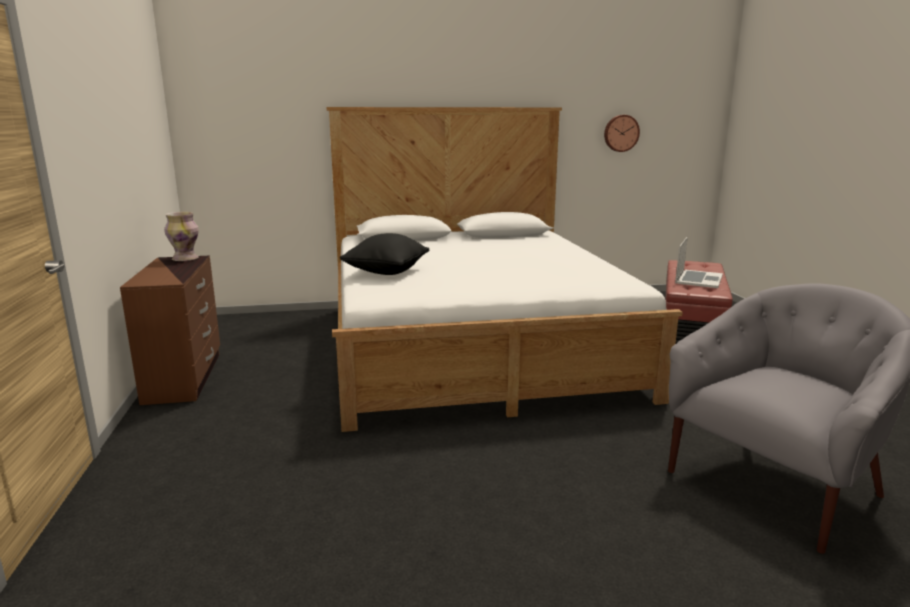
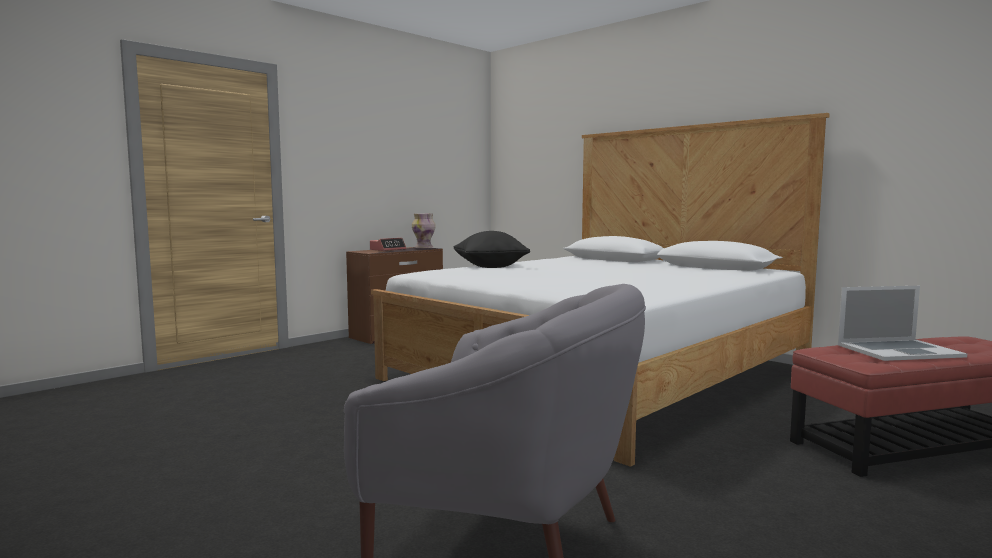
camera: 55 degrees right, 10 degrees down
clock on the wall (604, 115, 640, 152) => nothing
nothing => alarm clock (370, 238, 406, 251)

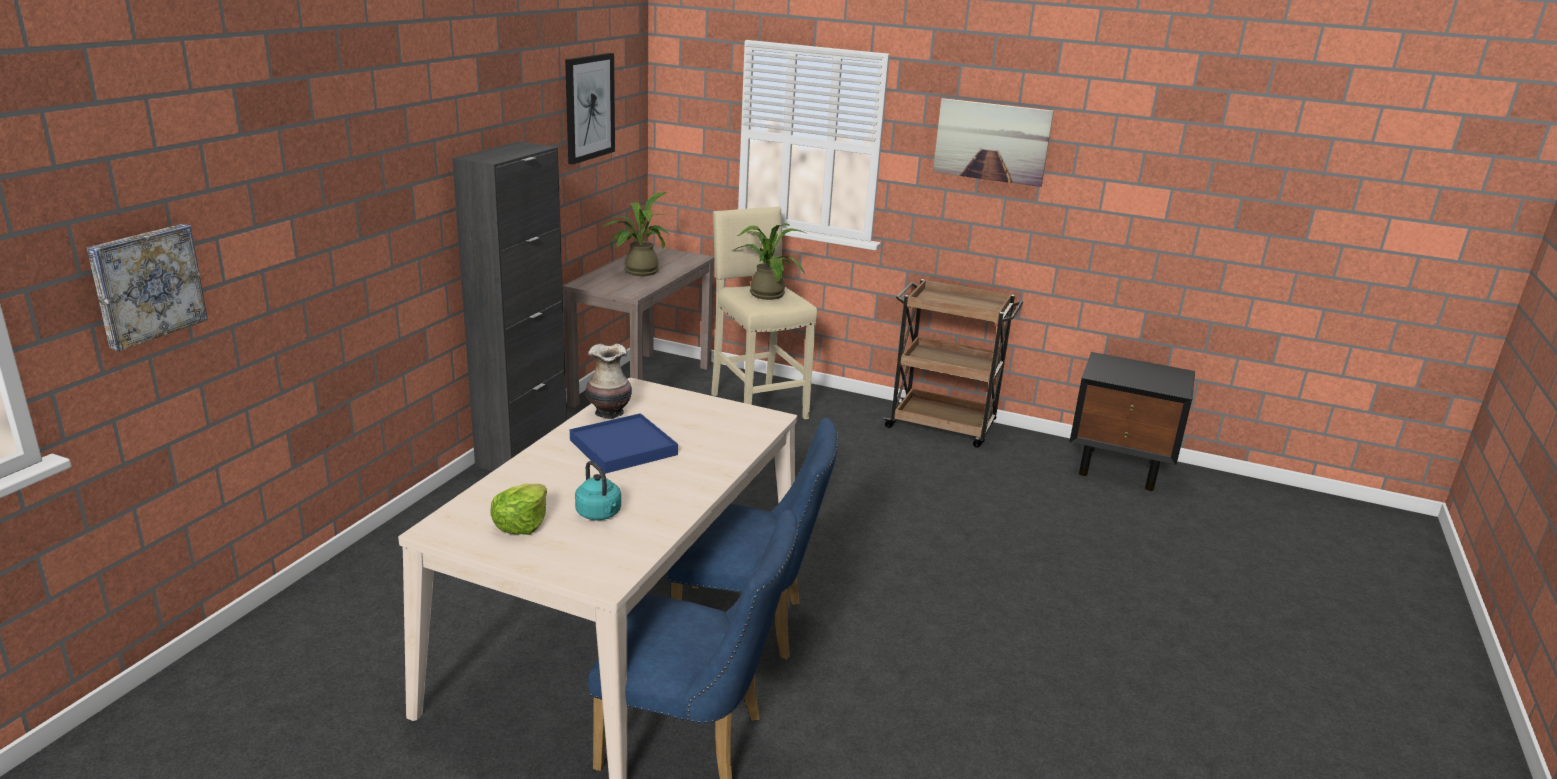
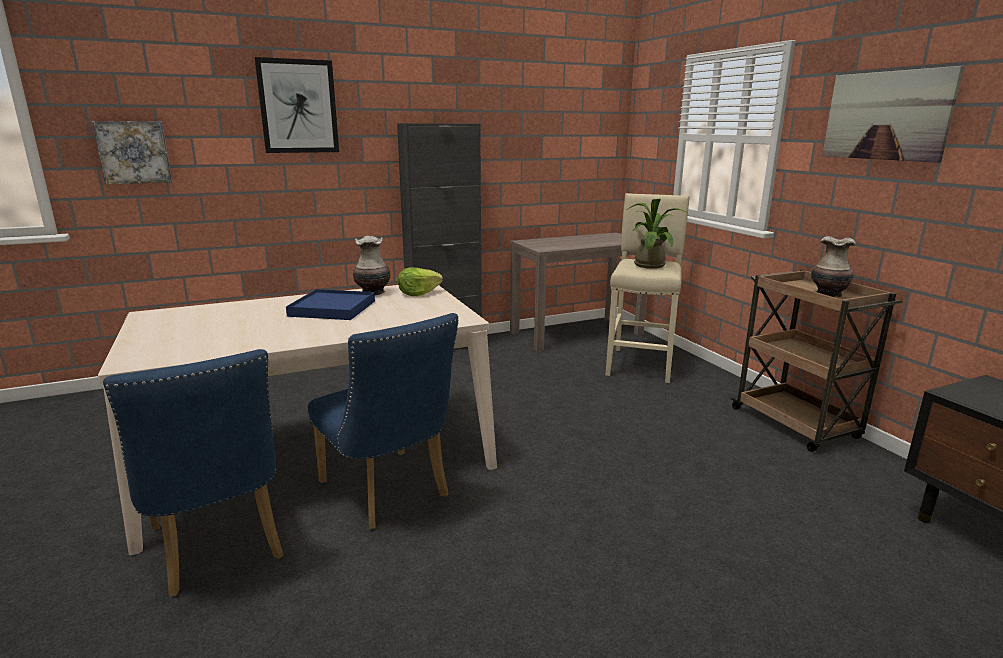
camera: 45 degrees right, 5 degrees down
picture (565, 53, 615, 165) => picture (255, 57, 339, 153), moved
plant in a pot (601, 192, 669, 276) => nothing
turquoise tea kettle (575, 461, 621, 520) => nothing
lettuce (490, 484, 547, 535) => lettuce (398, 268, 443, 296), moved
nothing => decorative vase (811, 236, 856, 297)

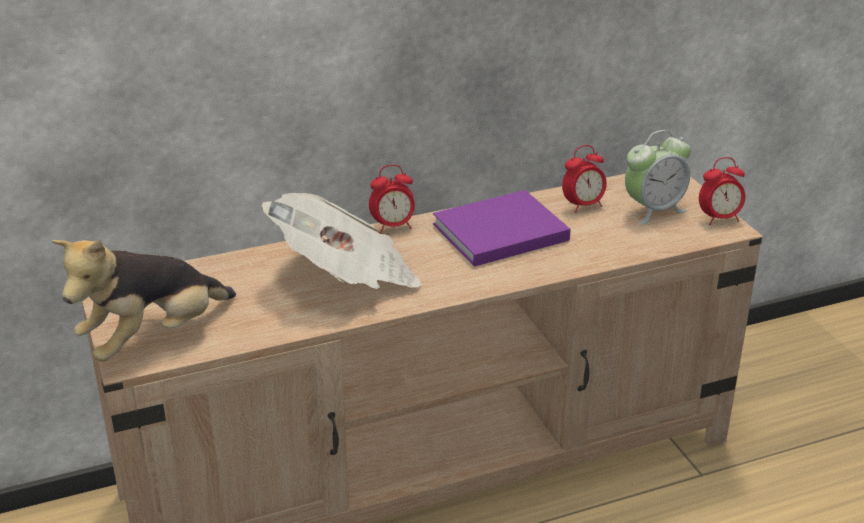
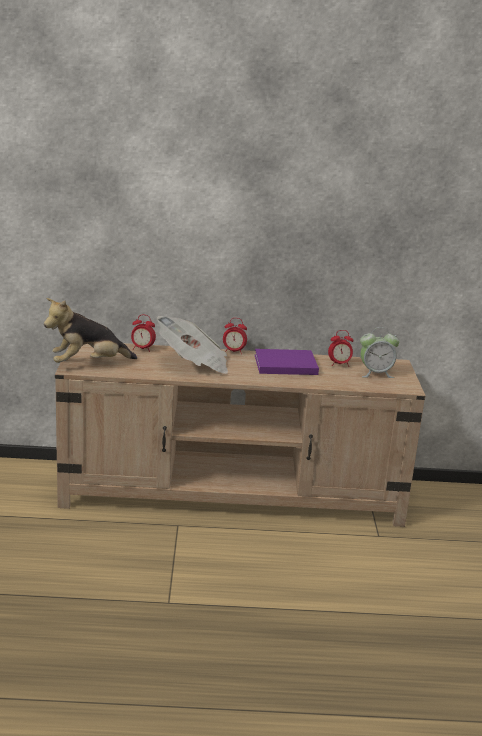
camera: 20 degrees right, 10 degrees down
alarm clock (699, 157, 745, 225) => alarm clock (131, 315, 156, 352), moved

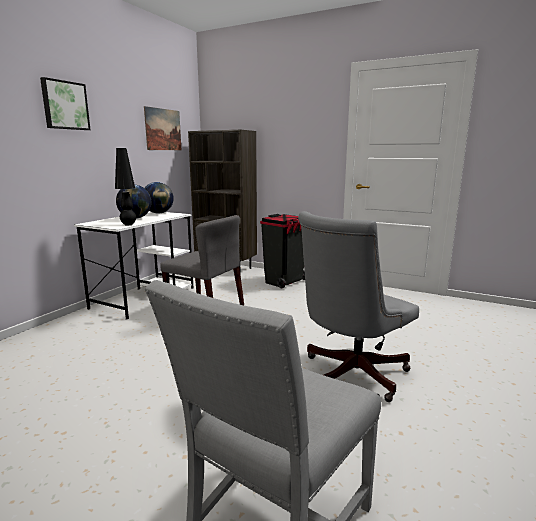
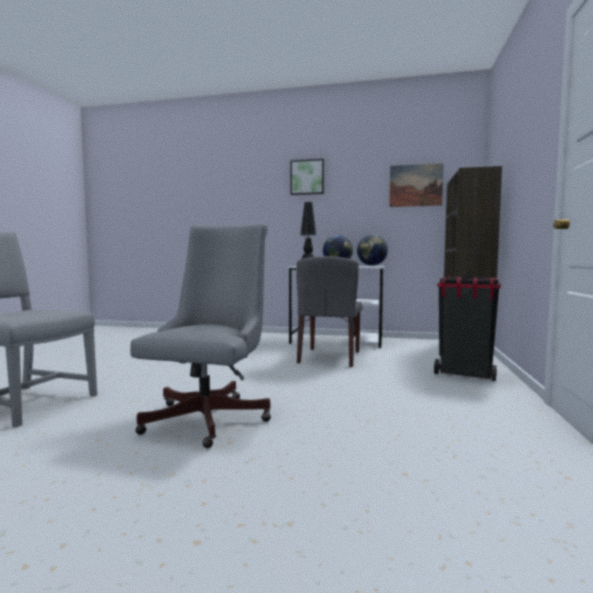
camera: 75 degrees right, 10 degrees down
greyish computer chair (298, 211, 419, 402) => greyish computer chair (130, 224, 271, 448), 75 degrees clockwise

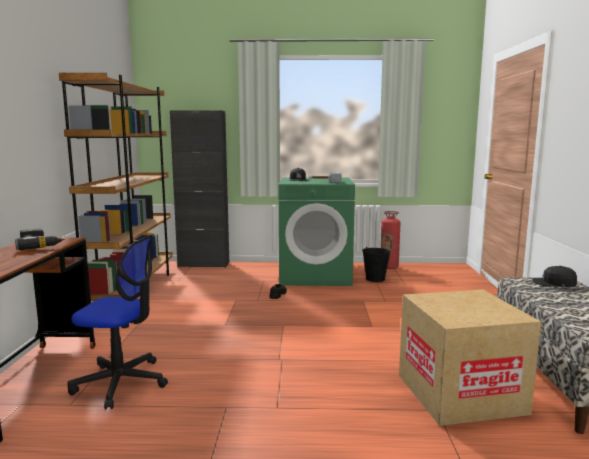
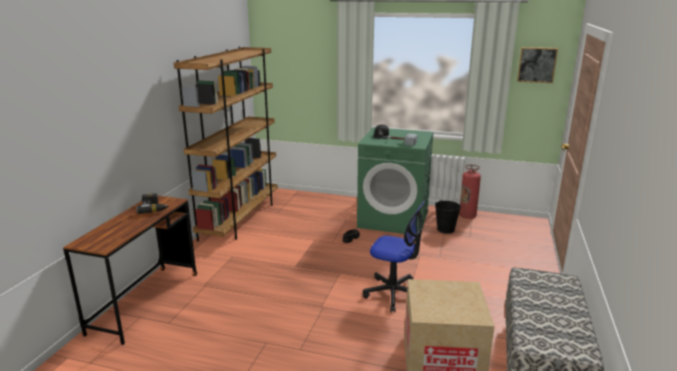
camera: 15 degrees right, 10 degrees up
black-coloured cabinet (170, 110, 229, 268) => nothing
computer chair (67, 234, 168, 409) => computer chair (363, 201, 425, 312), moved
black-coloured peaked cap (532, 266, 577, 287) => nothing
nothing => picture (517, 47, 558, 83)

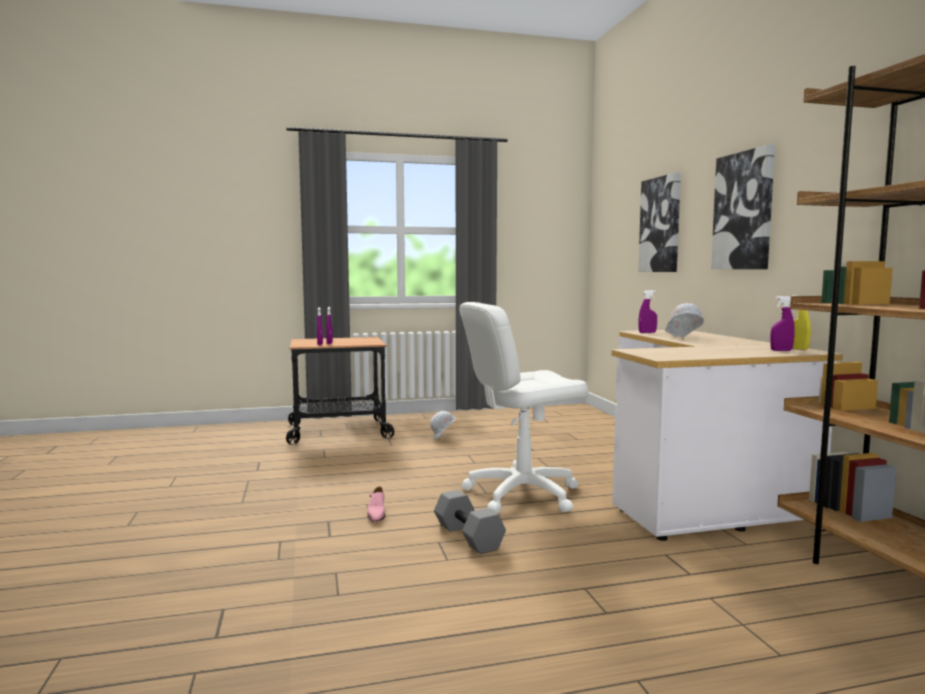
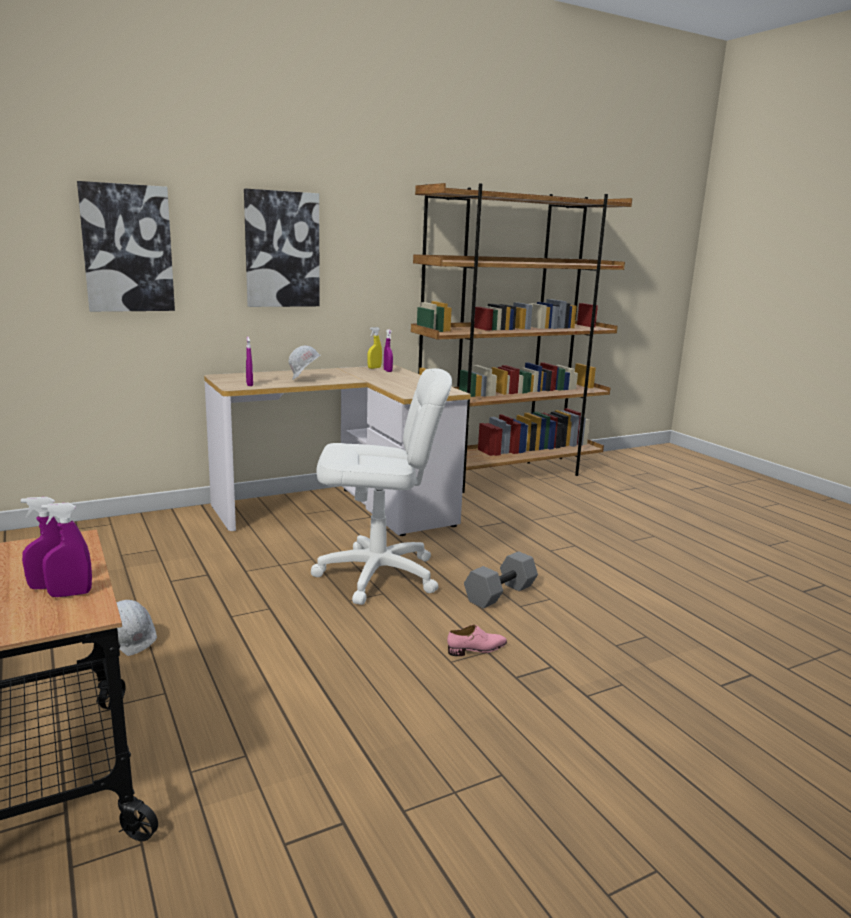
camera: 105 degrees left, 10 degrees up
white-coloured computer chair (459, 302, 588, 514) => white-coloured computer chair (311, 368, 452, 605), 60 degrees counterclockwise

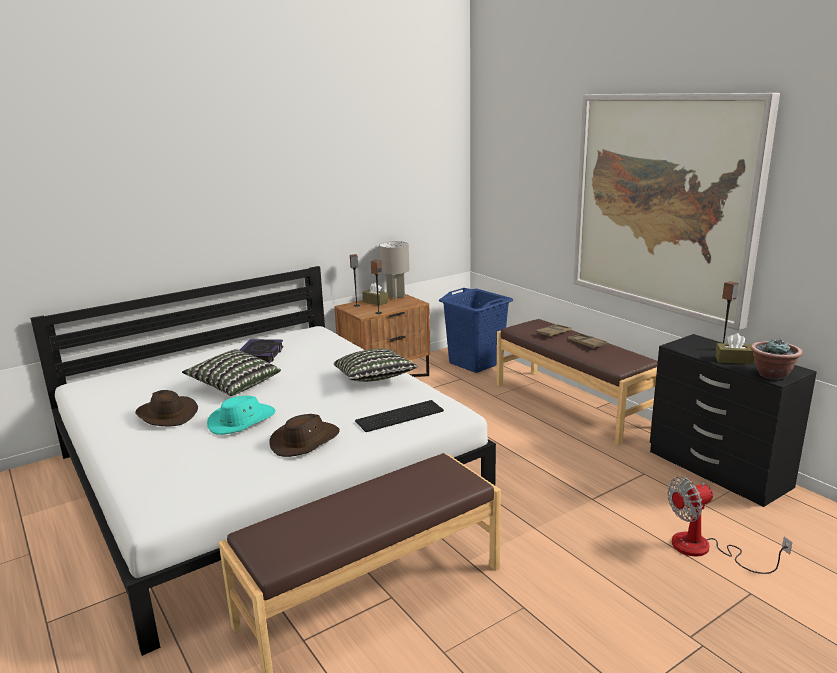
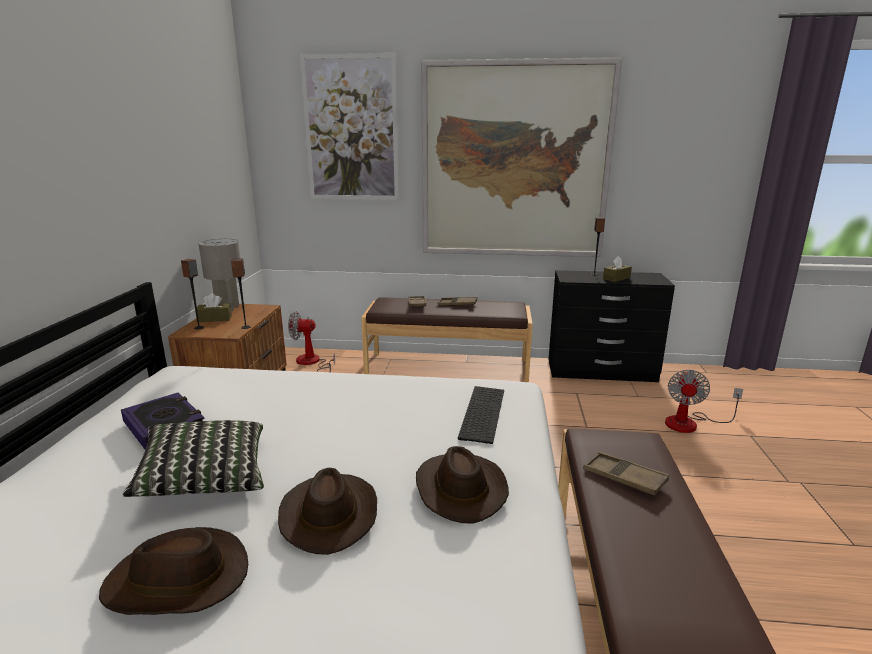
camera: 50 degrees left, 0 degrees up
bluish washing basket (439, 288, 514, 373) => fan (288, 311, 335, 373)
plant in a pot (751, 338, 803, 380) => nothing
pillow (334, 349, 418, 382) => nothing
turquoise clothing hat (207, 396, 276, 435) => brown-coloured clothing hat (278, 468, 377, 555)
nothing => picture (300, 53, 399, 200)
nothing => brown-coloured carrying tray (583, 452, 669, 495)

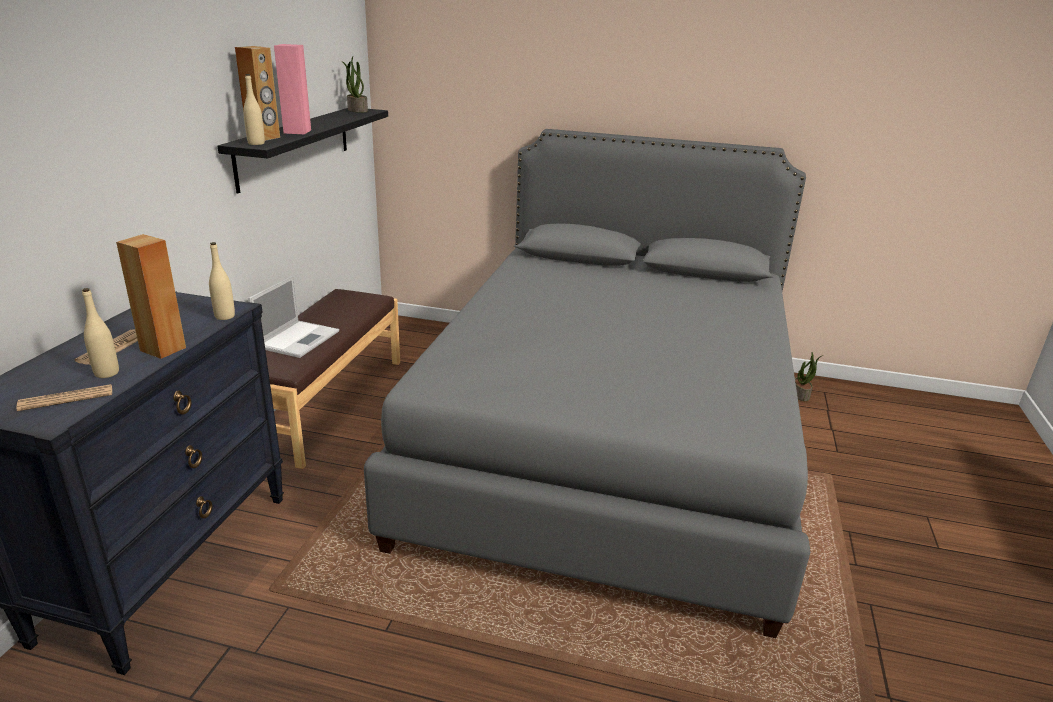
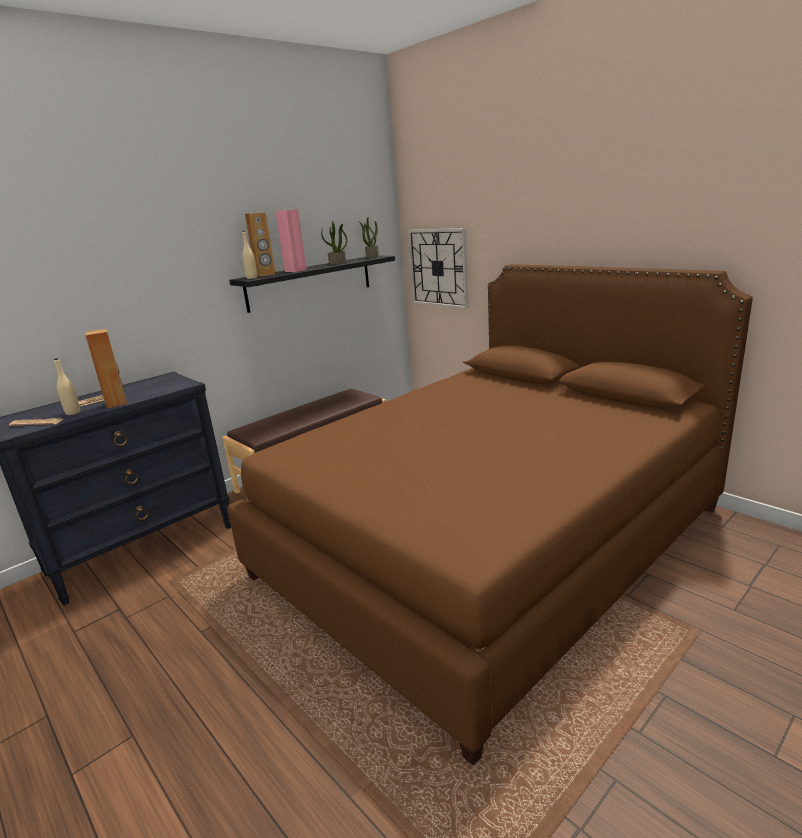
camera: 35 degrees right, 5 degrees down
greyish sleeping bed (364, 129, 811, 638) => brown-coloured sleeping bed (227, 264, 753, 766)
beige-coloured beverage bottle (209, 242, 235, 320) => nothing
notebook computer (248, 276, 339, 358) => nothing
plant in a pot (795, 352, 823, 401) => plant in a pot (321, 221, 347, 265), moved
nothing => clock on the wall (408, 228, 469, 309)

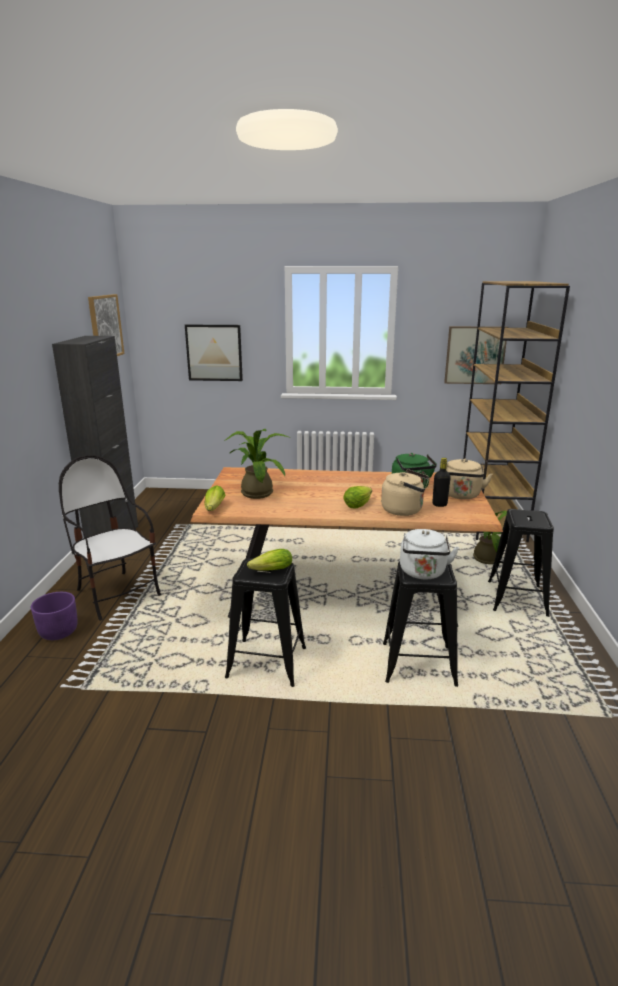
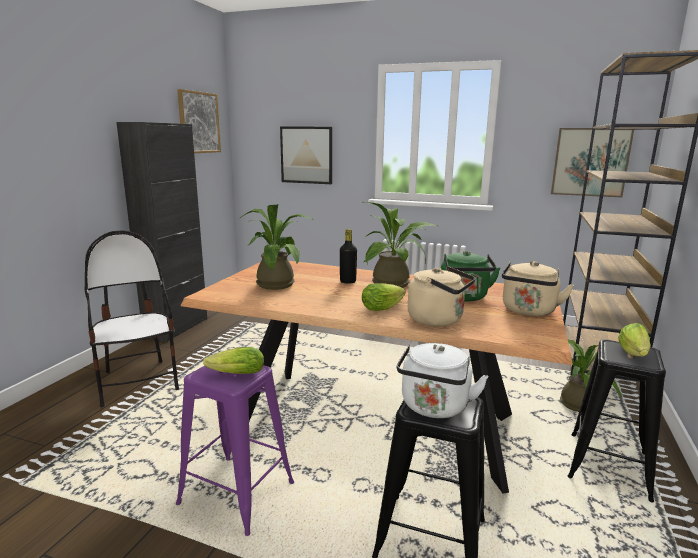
camera: 15 degrees right, 5 degrees down
black-coloured beverage bottle (432, 458, 451, 507) => black-coloured beverage bottle (340, 229, 357, 284), moved
lettuce (204, 485, 226, 511) => lettuce (618, 323, 651, 356), moved
black-coloured sitting stool (225, 558, 306, 687) => purple-coloured sitting stool (176, 365, 294, 536)
purple-coloured plant pot (31, 592, 77, 640) => nothing
nothing => plant in a pot (364, 202, 437, 288)

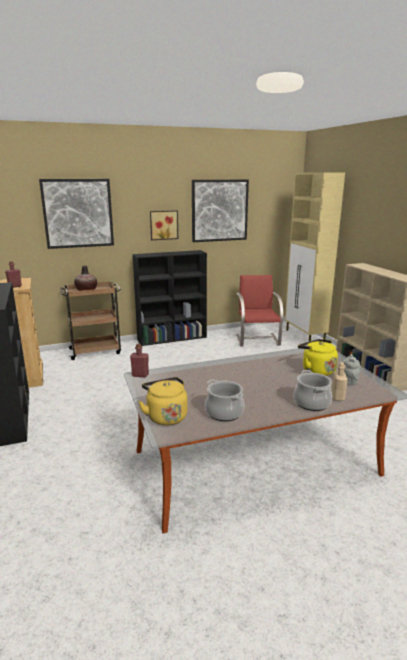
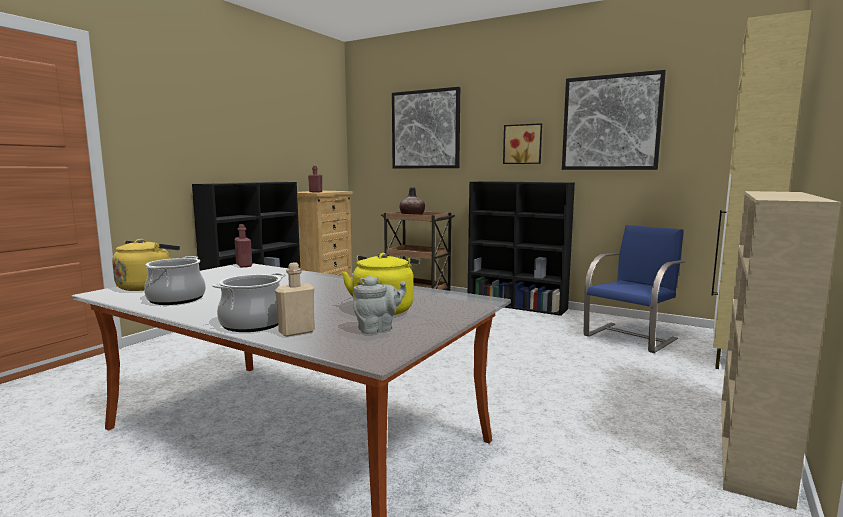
camera: 50 degrees right, 10 degrees down
red plain chair (235, 275, 283, 347) => bluish plain chair (584, 225, 686, 353)

